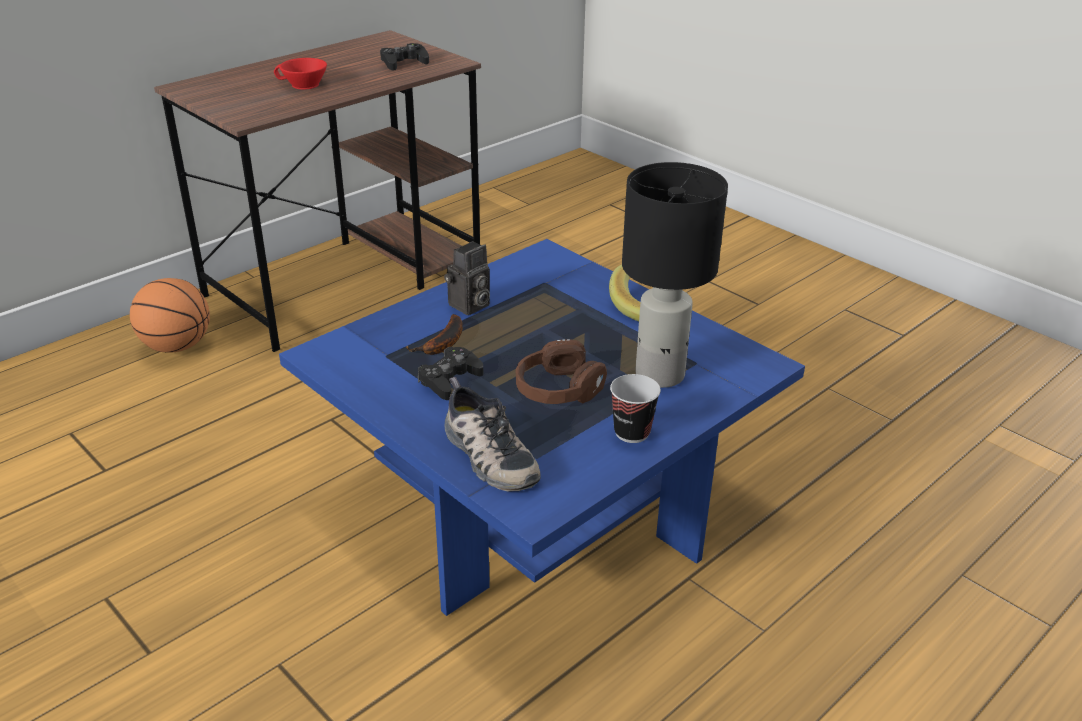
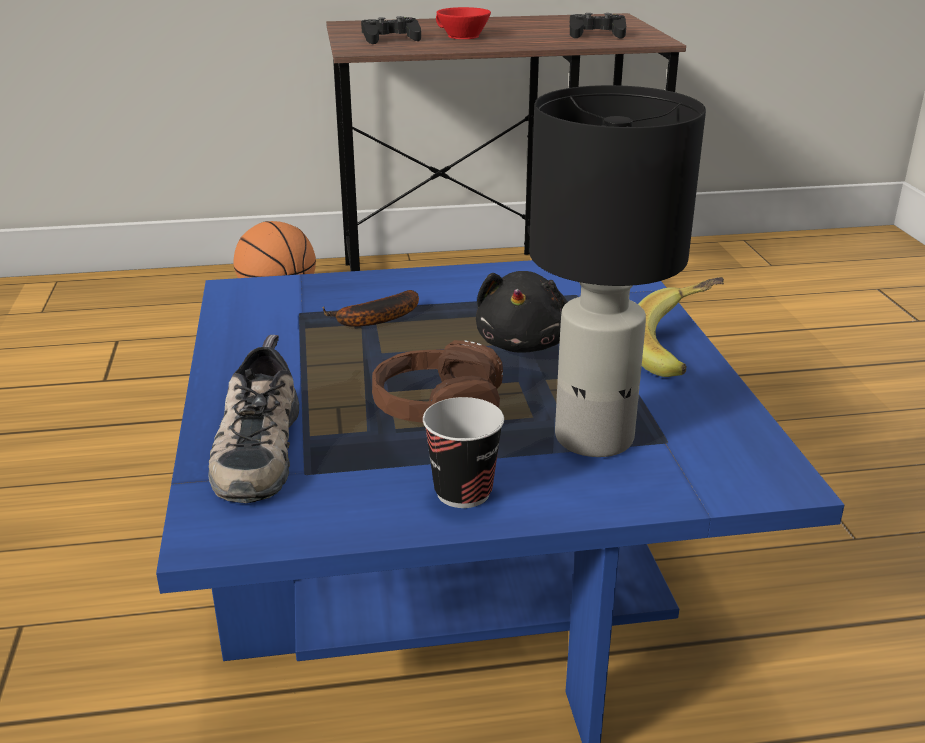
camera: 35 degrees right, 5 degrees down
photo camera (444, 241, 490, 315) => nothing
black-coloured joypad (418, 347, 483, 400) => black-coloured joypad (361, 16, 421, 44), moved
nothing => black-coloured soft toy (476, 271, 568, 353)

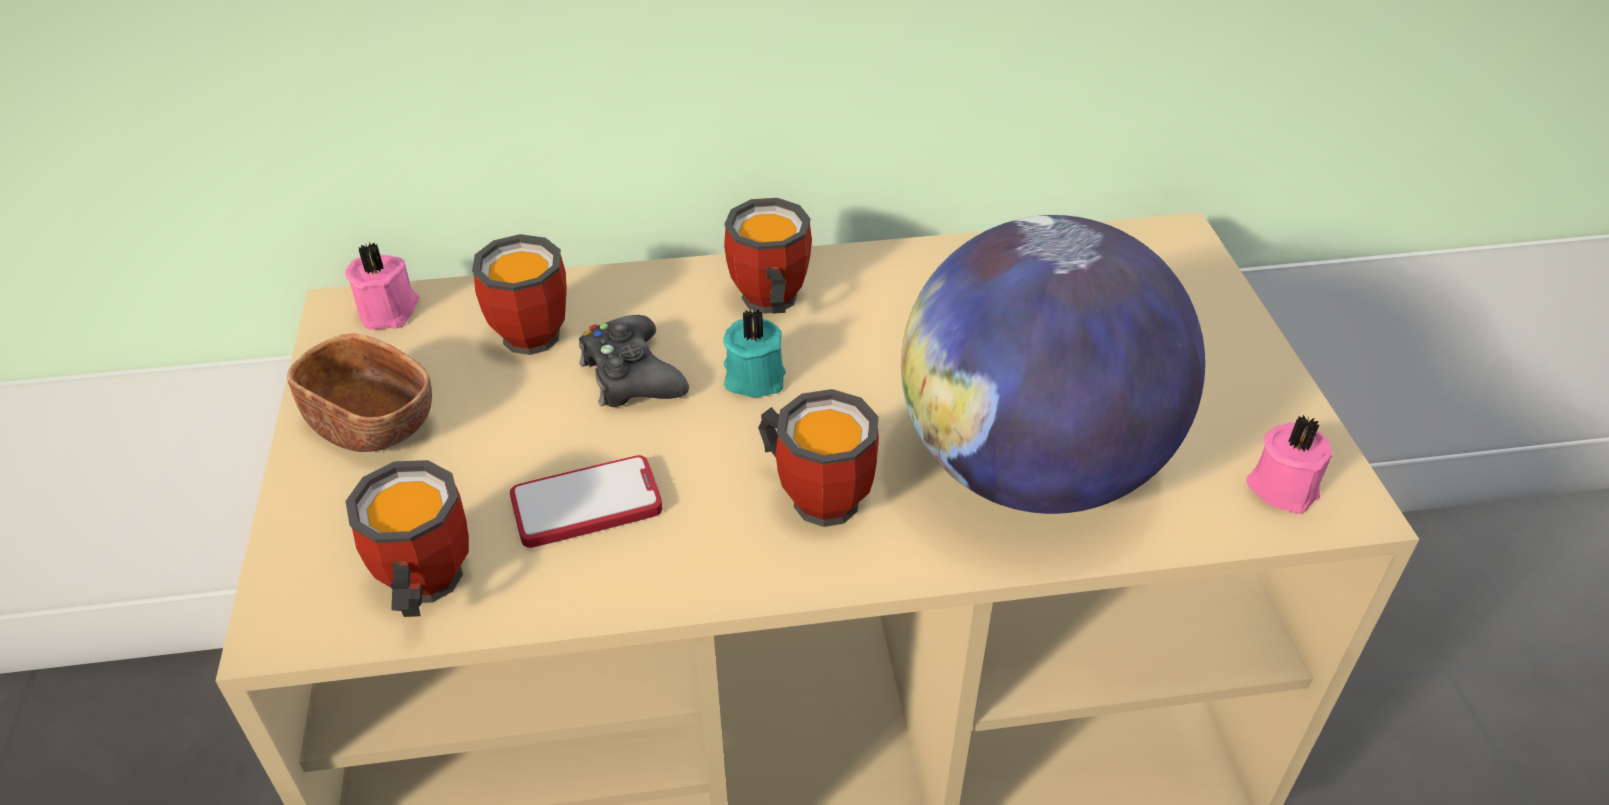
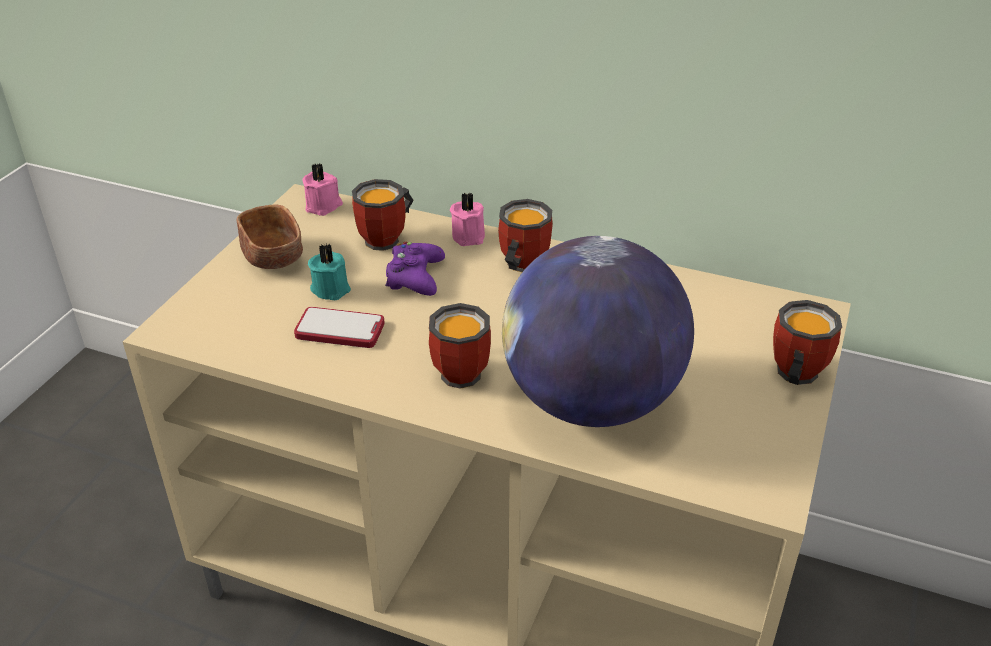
camera: 30 degrees right, 5 degrees down
turquoise wax light (723, 308, 786, 397) => turquoise wax light (308, 244, 351, 300), moved
black-coloured joypad (579, 315, 689, 407) => purple-coloured joypad (385, 242, 445, 296)
pink-coloured wax light (1246, 415, 1333, 514) => pink-coloured wax light (450, 192, 485, 246), moved
mug (346, 460, 469, 617) => mug (773, 300, 842, 385), moved

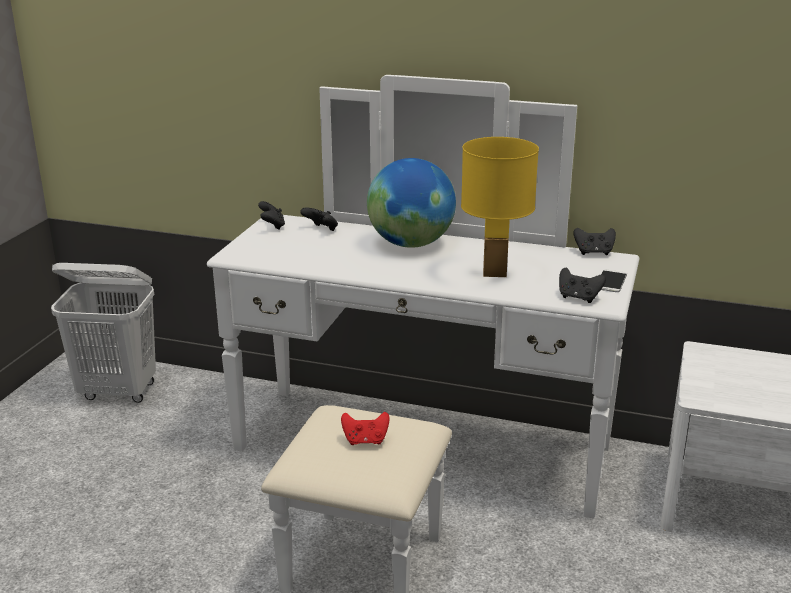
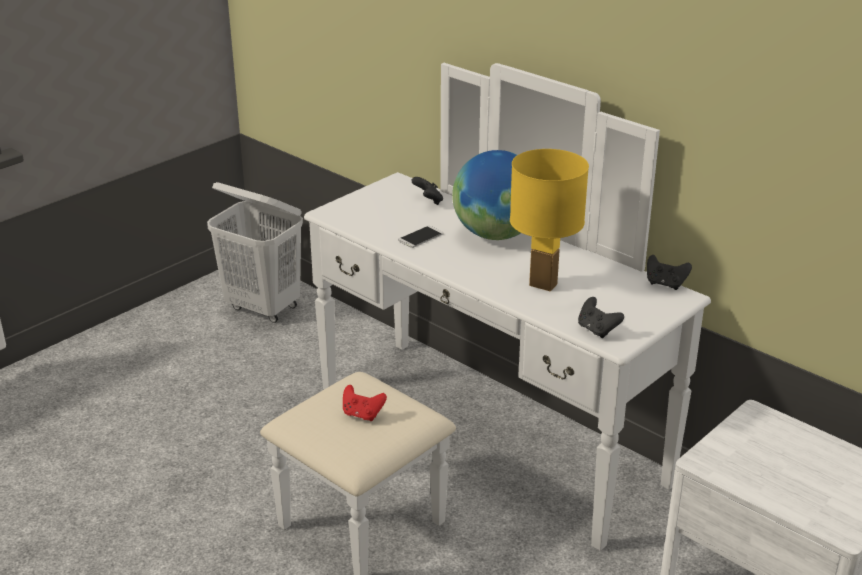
camera: 25 degrees right, 5 degrees up
black-coloured joypad (258, 201, 285, 230) => nothing
phone (601, 269, 627, 292) => phone (398, 226, 444, 248), moved

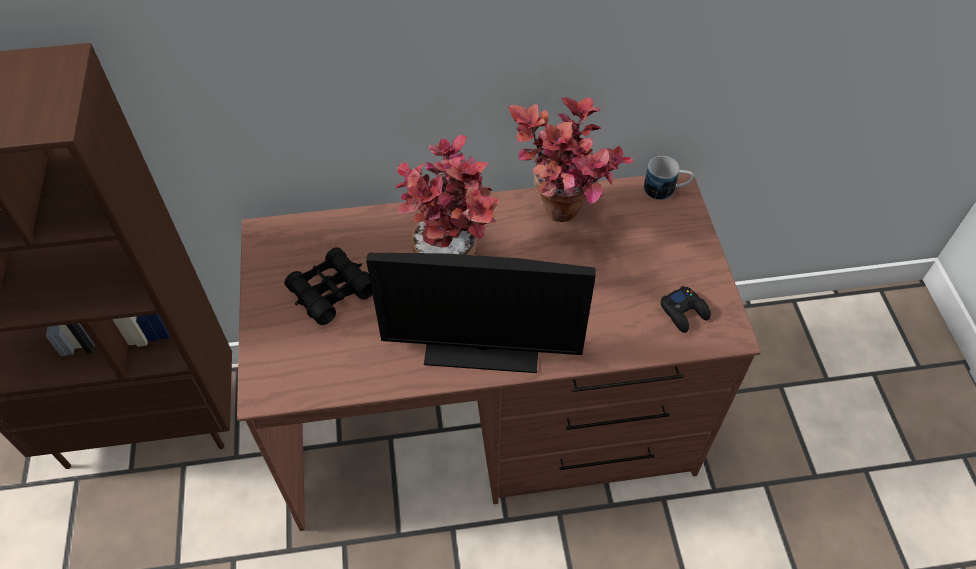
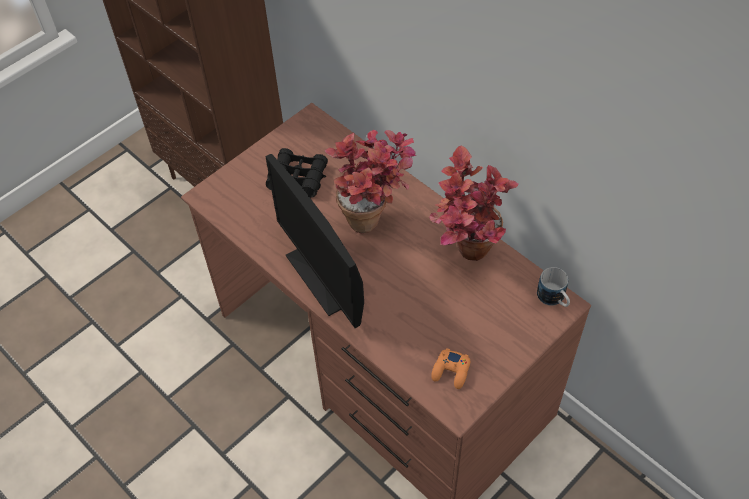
camera: 55 degrees right, 0 degrees up
black-coloured joypad (661, 286, 711, 333) => orangey joypad (431, 348, 470, 389)

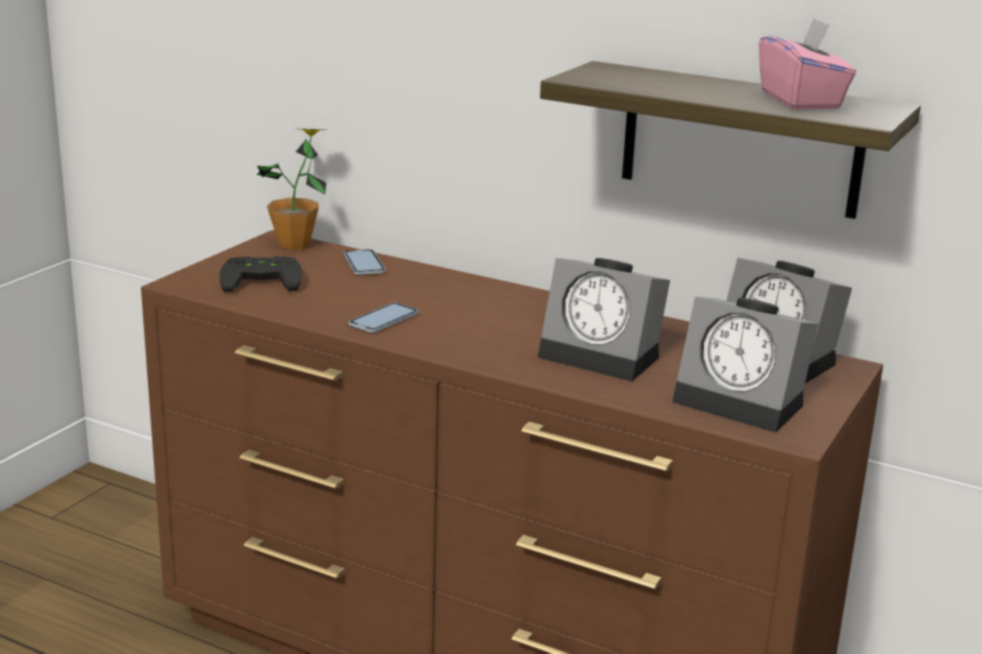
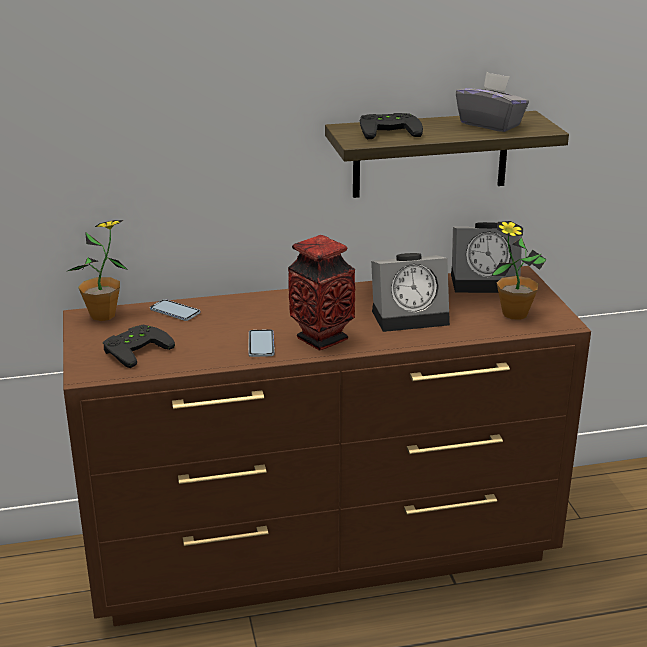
camera: 40 degrees left, 5 degrees up
pink-coloured box of tissues (759, 17, 856, 110) => greyish box of tissues (456, 72, 529, 132)
alarm clock (672, 297, 818, 433) => plant in a pot (491, 221, 547, 320)
nothing => black-coloured joypad (360, 113, 423, 139)
nothing => decorative vase (288, 235, 355, 350)

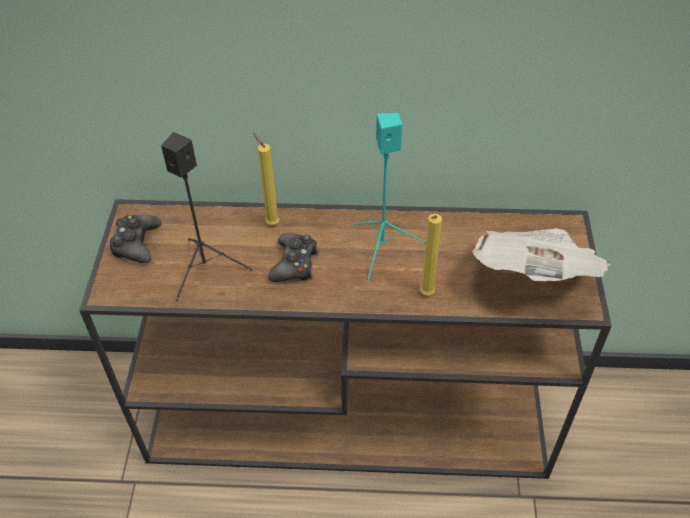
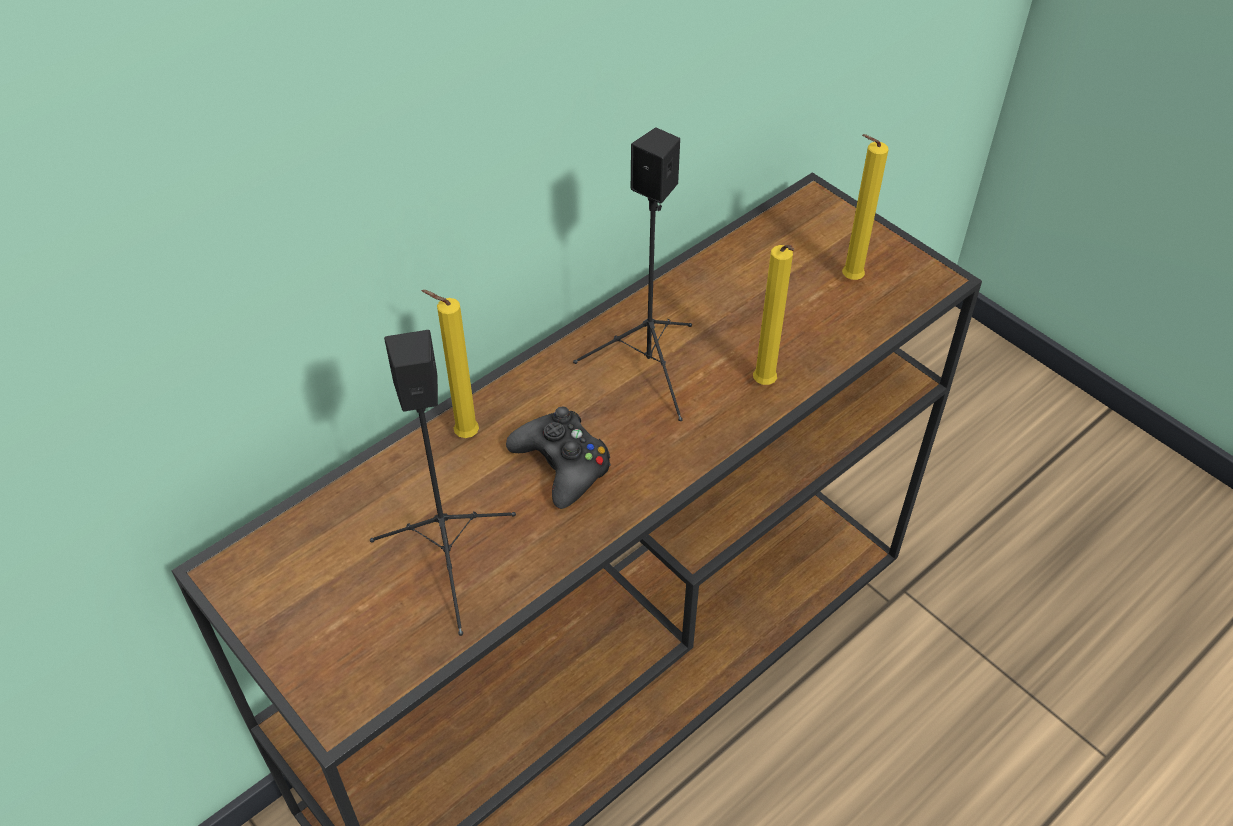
camera: 45 degrees left, 0 degrees up
turquoise speaker (353, 113, 426, 283) => black-coloured speaker (573, 128, 692, 421)
black-coloured joypad (110, 215, 161, 263) => nothing
printed paper (472, 228, 611, 281) => yellow-coloured wax light (842, 134, 888, 280)

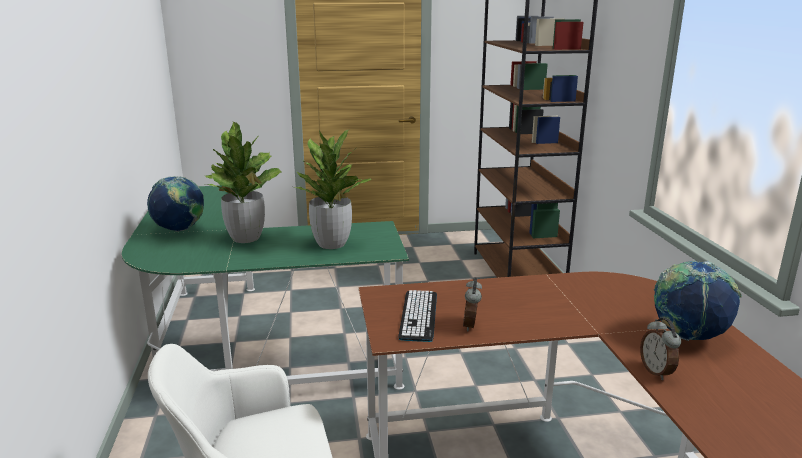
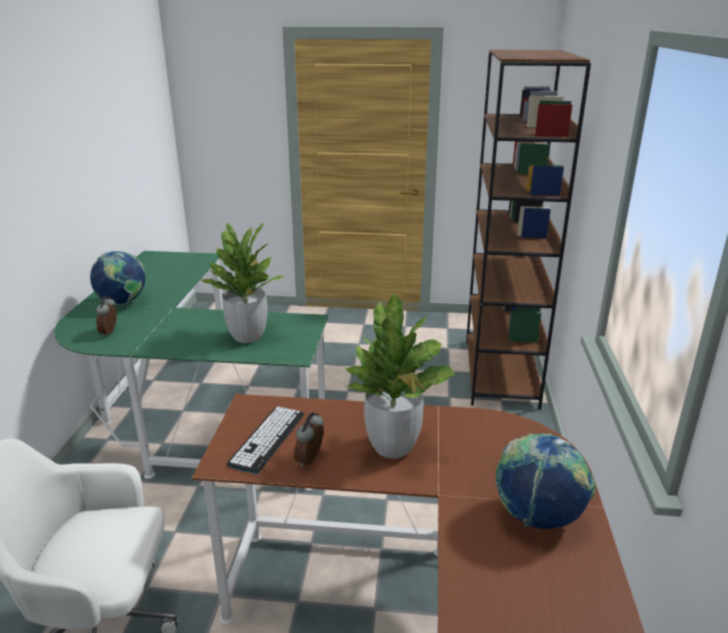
camera: 15 degrees right, 5 degrees up
plant in a pot (205, 122, 281, 243) => plant in a pot (344, 293, 456, 459), moved
alarm clock (640, 318, 681, 380) => alarm clock (96, 296, 117, 337), moved

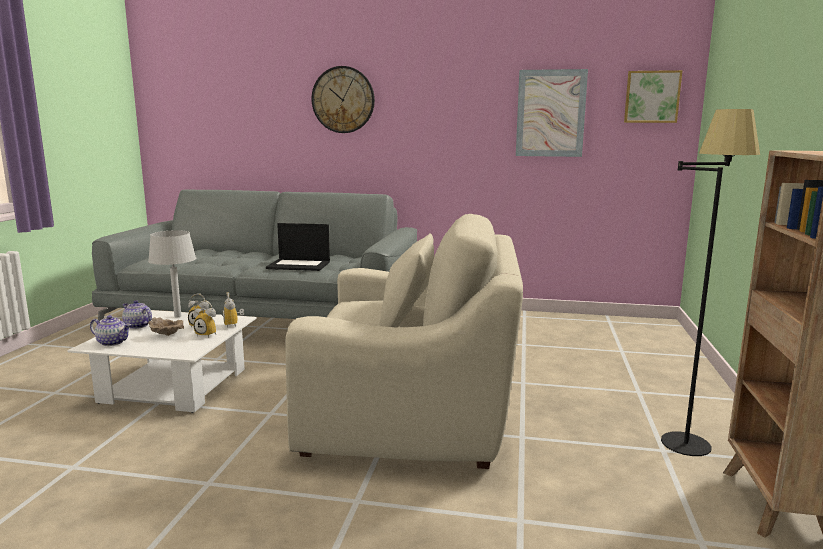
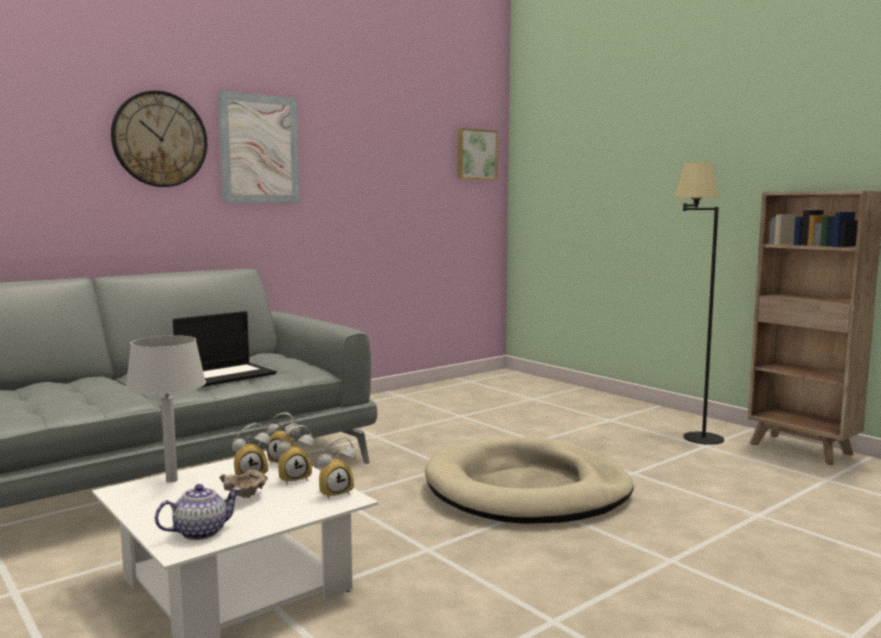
camera: 50 degrees left, 5 degrees down
picture (516, 69, 588, 157) => picture (218, 91, 300, 203), moved
beige-coloured lounge chair (285, 214, 523, 469) => beige-coloured pet bed (425, 437, 633, 524)
pot for tea (122, 300, 152, 329) => nothing
nothing => alarm clock (317, 436, 356, 499)

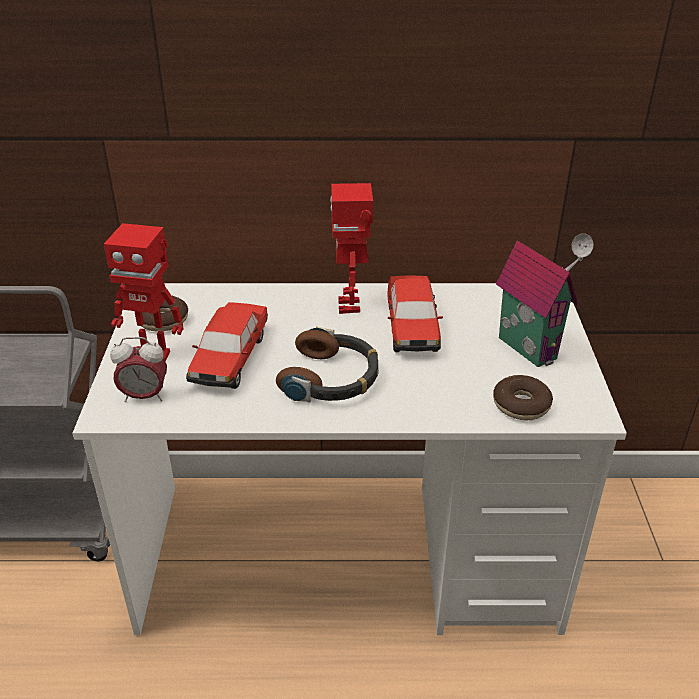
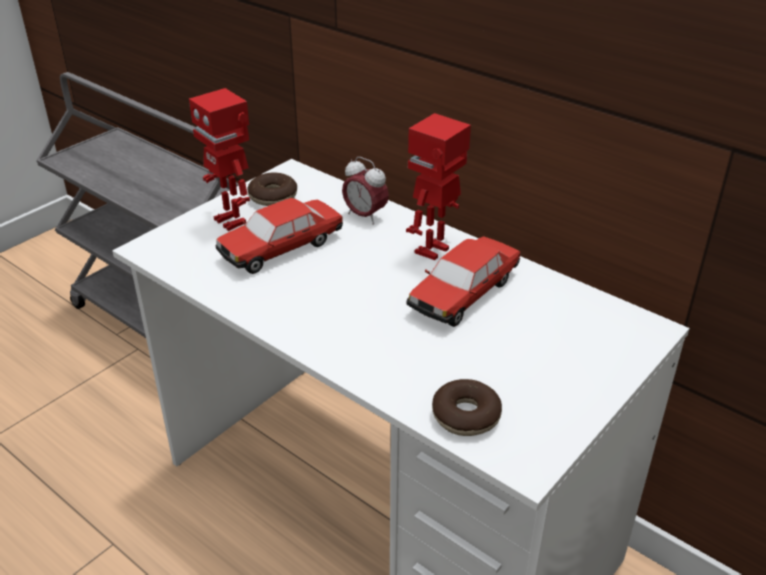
camera: 40 degrees right, 0 degrees up
miniature house (496, 233, 594, 367) => nothing
headset (276, 326, 379, 403) => nothing
alarm clock (110, 337, 167, 402) => alarm clock (342, 157, 389, 225), moved

